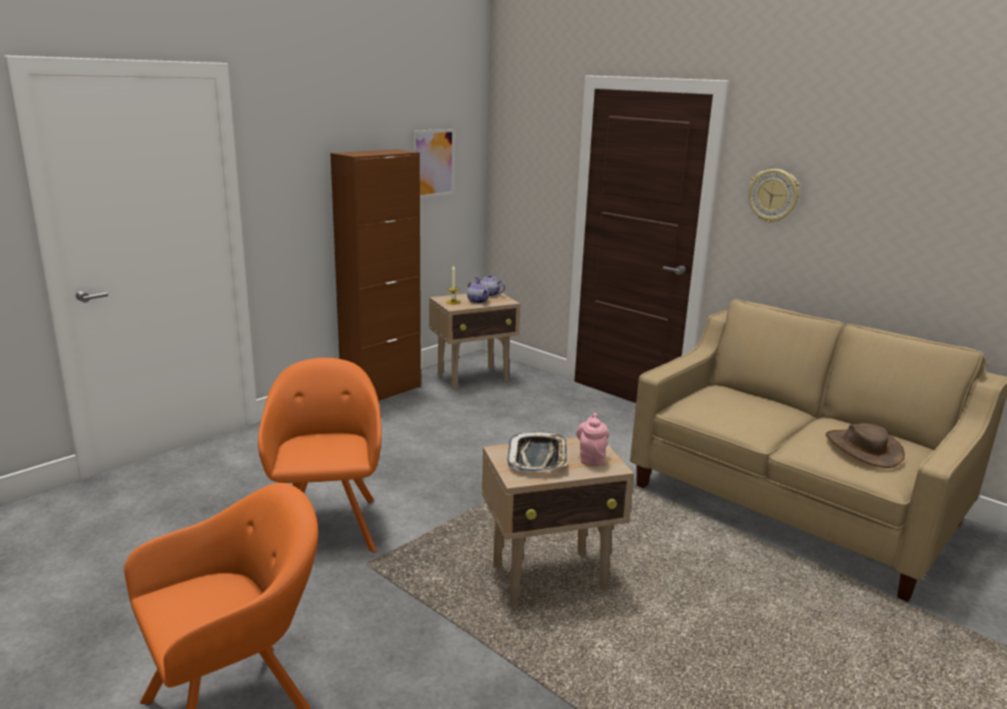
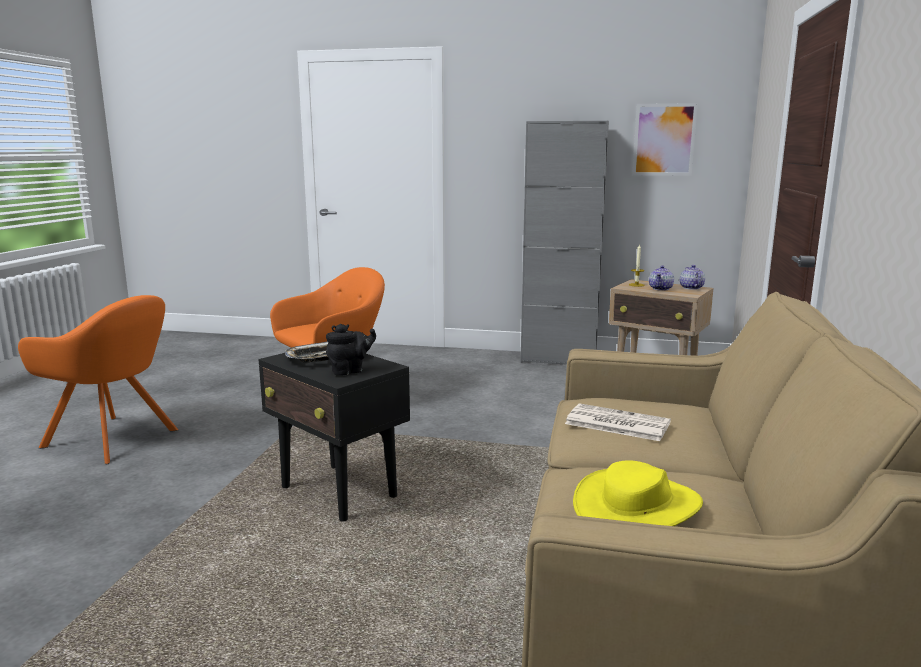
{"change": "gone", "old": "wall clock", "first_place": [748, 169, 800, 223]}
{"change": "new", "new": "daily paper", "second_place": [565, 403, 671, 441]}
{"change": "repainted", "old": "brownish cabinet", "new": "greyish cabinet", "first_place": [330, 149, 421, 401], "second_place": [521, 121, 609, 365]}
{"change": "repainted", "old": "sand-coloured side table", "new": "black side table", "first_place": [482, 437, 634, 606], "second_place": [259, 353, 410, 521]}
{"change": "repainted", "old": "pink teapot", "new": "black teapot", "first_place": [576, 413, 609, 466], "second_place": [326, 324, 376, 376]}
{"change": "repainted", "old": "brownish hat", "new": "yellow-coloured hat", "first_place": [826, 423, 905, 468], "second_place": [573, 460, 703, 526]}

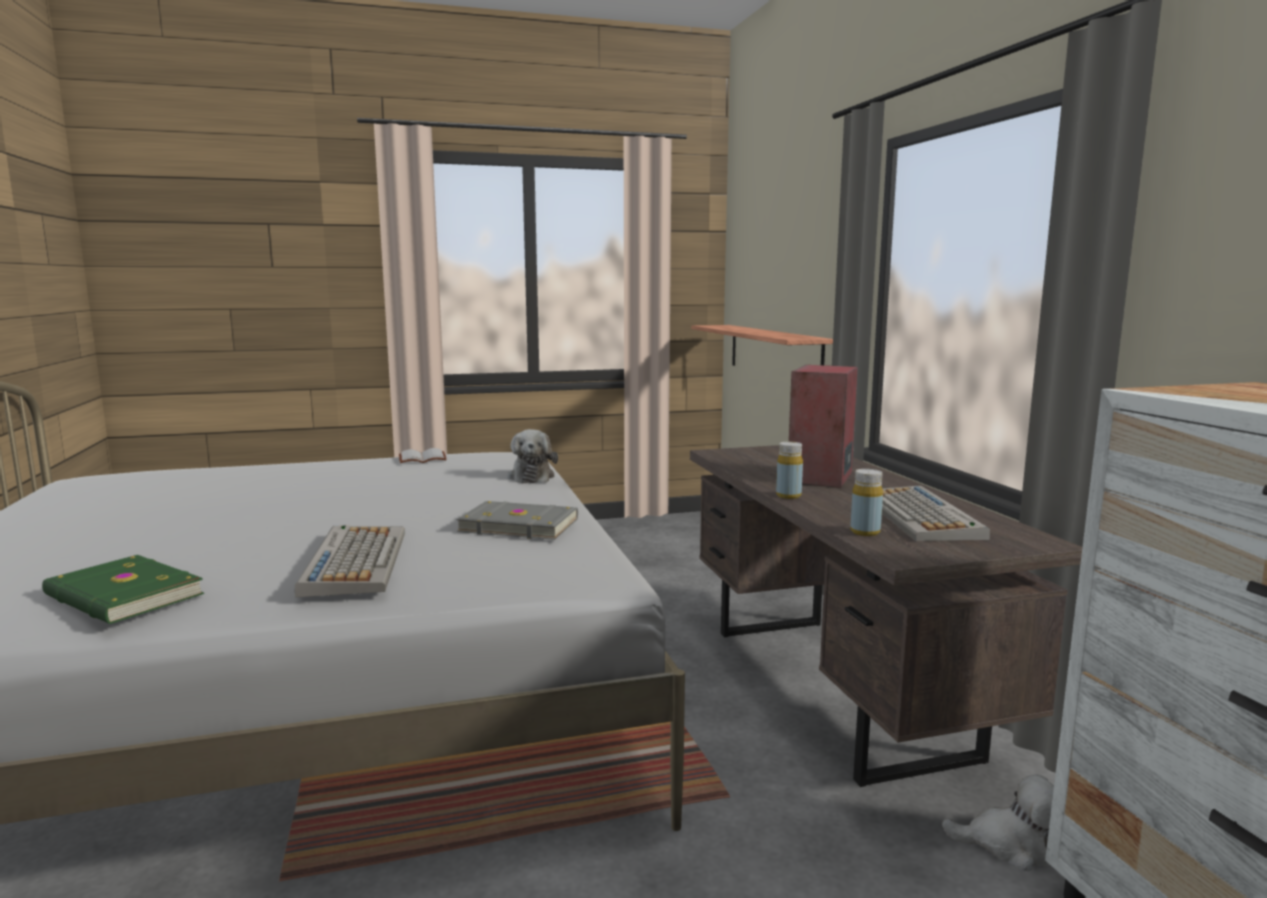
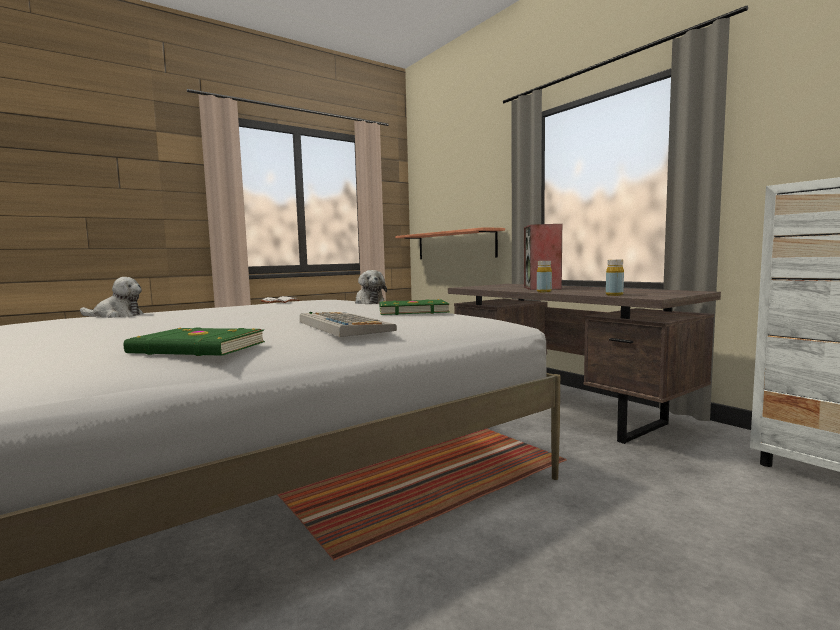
{"change": "gone", "old": "keyboard", "first_place": [882, 485, 990, 541]}
{"change": "shifted", "old": "plush toy", "first_place": [942, 774, 1054, 871], "second_place": [80, 277, 143, 318]}
{"change": "repainted", "old": "greyish volume", "new": "green volume", "first_place": [456, 501, 578, 540], "second_place": [379, 299, 450, 315]}

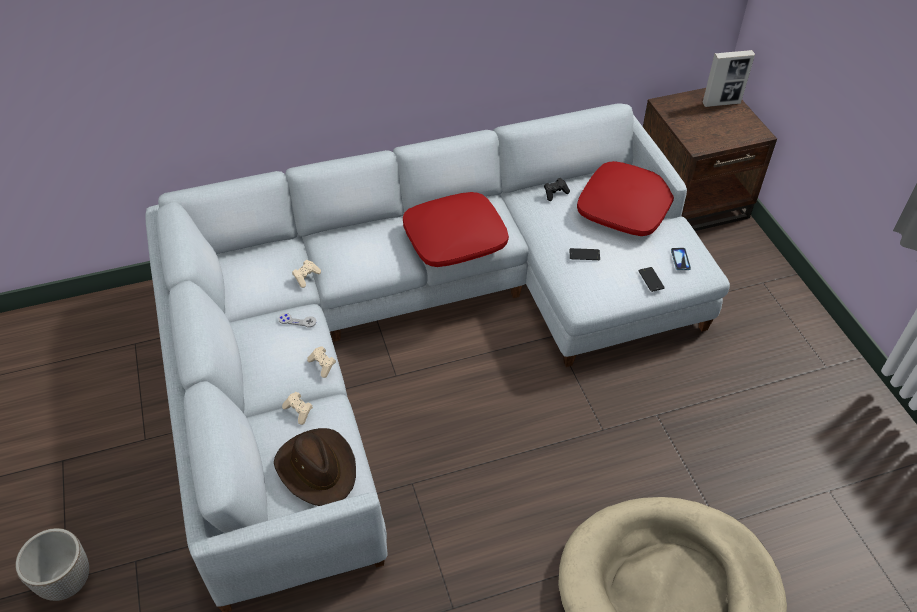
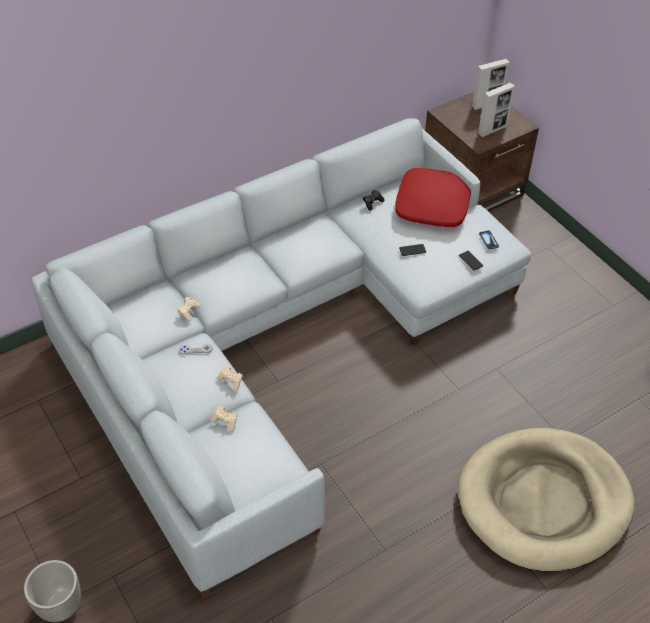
{"change": "gone", "old": "brownish hat", "first_place": [274, 428, 356, 506]}
{"change": "gone", "old": "red pillow", "first_place": [403, 192, 509, 267]}
{"change": "new", "new": "photo frame", "second_place": [478, 83, 515, 137]}

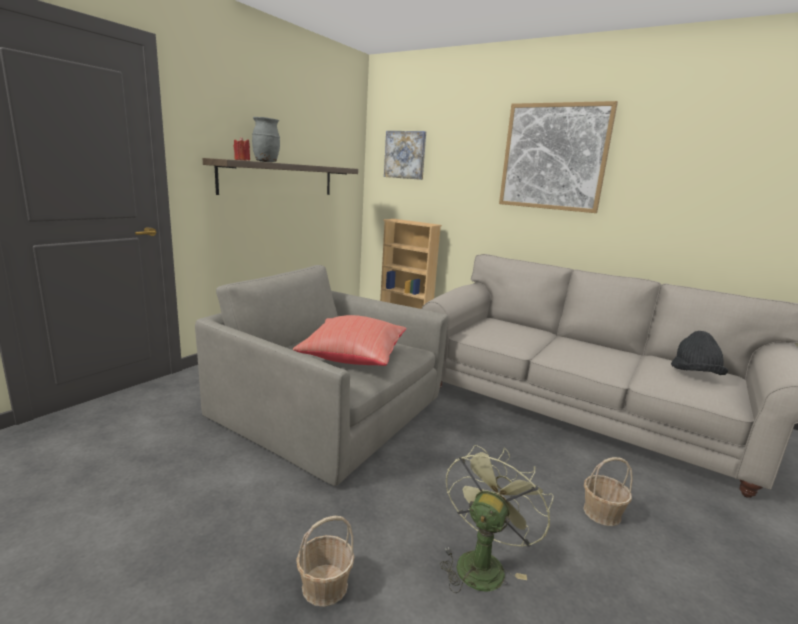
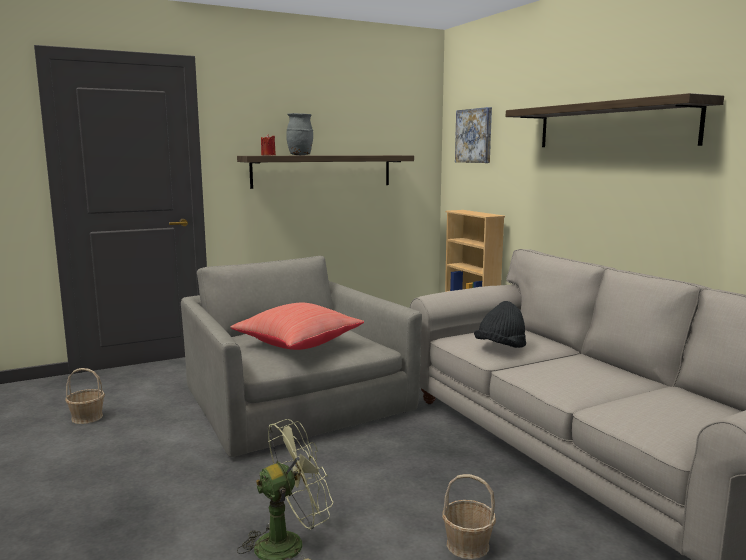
{"change": "shifted", "old": "storage basket", "first_place": [296, 516, 355, 607], "second_place": [65, 368, 105, 424]}
{"change": "shifted", "old": "black hat", "first_place": [671, 331, 728, 375], "second_place": [474, 301, 526, 348]}
{"change": "swapped", "old": "wall picture", "new": "wall shelf", "first_place": [499, 101, 618, 213], "second_place": [506, 93, 724, 147]}

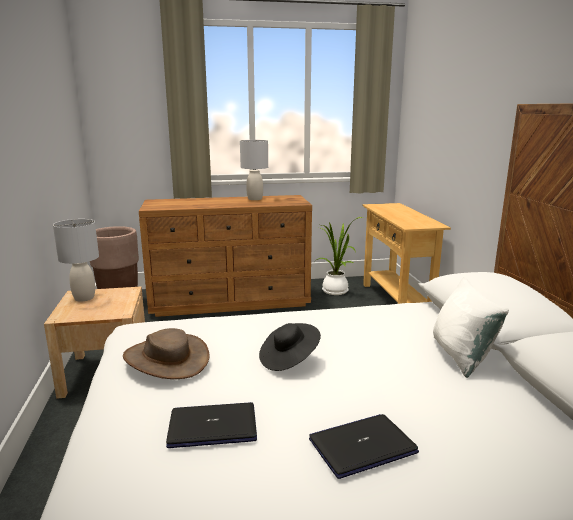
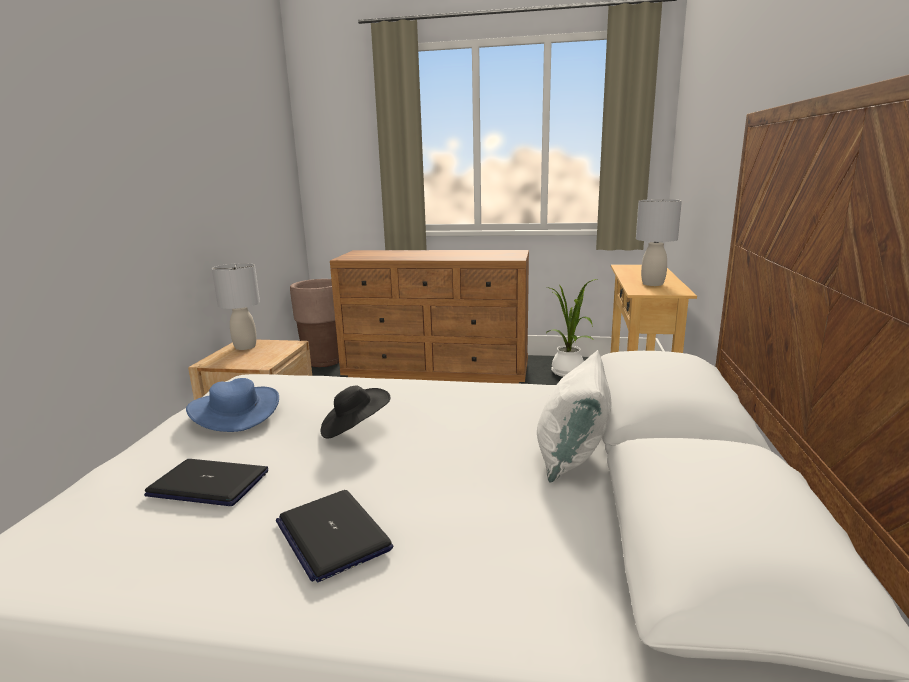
{"change": "shifted", "old": "greyish table lamp", "first_place": [240, 140, 268, 200], "second_place": [636, 199, 682, 286]}
{"change": "repainted", "old": "brownish hat", "new": "blue-coloured hat", "first_place": [123, 328, 210, 379], "second_place": [186, 378, 279, 432]}
{"change": "rotated", "old": "laptop", "first_place": [309, 414, 419, 479], "second_place": [275, 490, 393, 582], "degrees": -120}

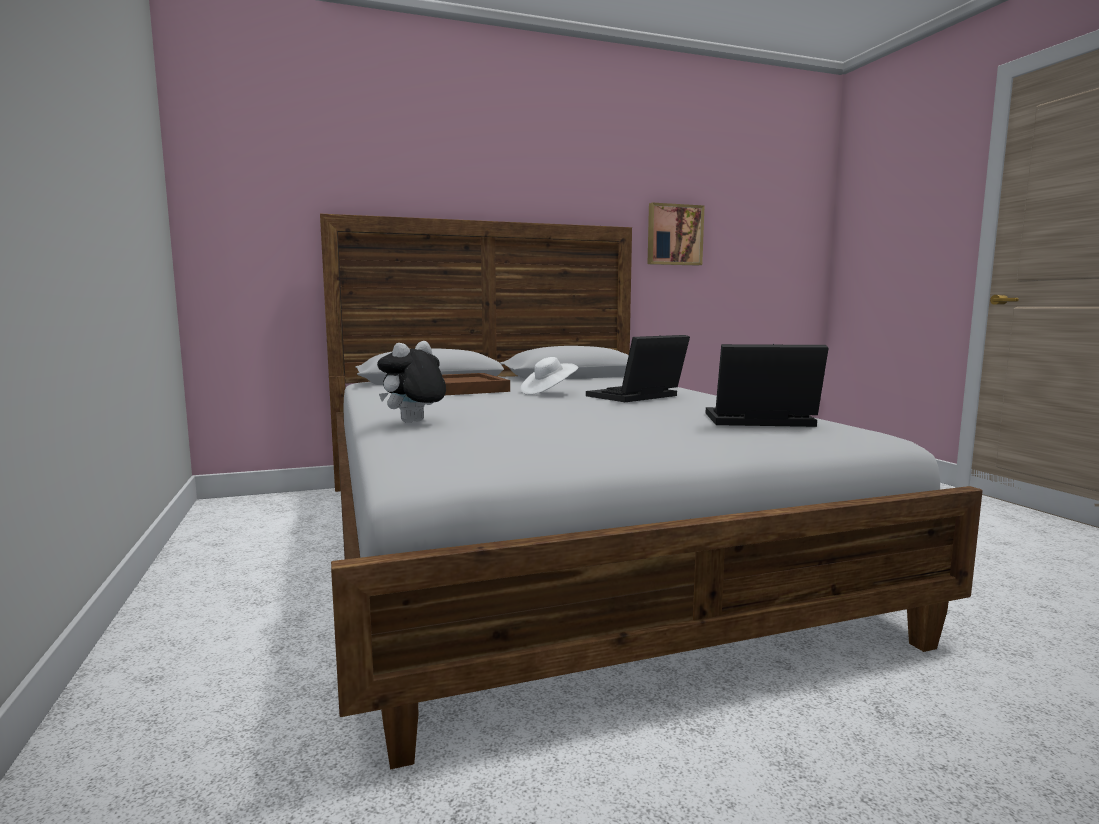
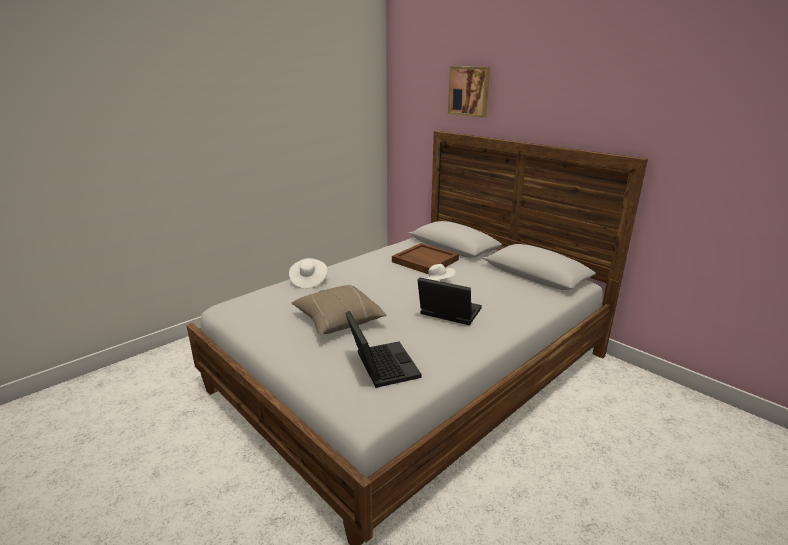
{"change": "new", "new": "sand-coloured pillow", "second_place": [291, 285, 386, 334]}
{"change": "shifted", "old": "wall picture", "first_place": [648, 203, 704, 266], "second_place": [448, 67, 490, 117]}
{"change": "swapped", "old": "plush toy", "new": "white hat", "first_place": [377, 341, 446, 423], "second_place": [289, 258, 327, 289]}

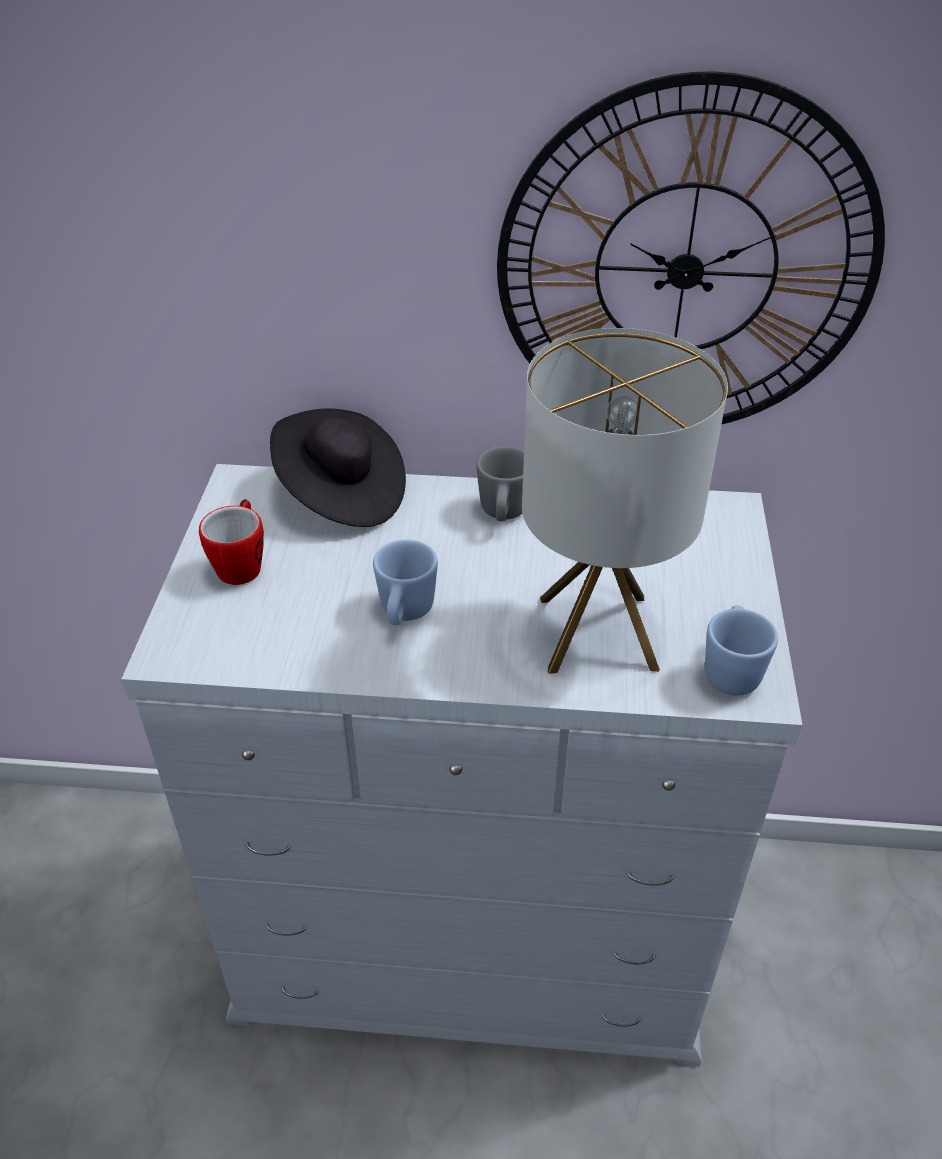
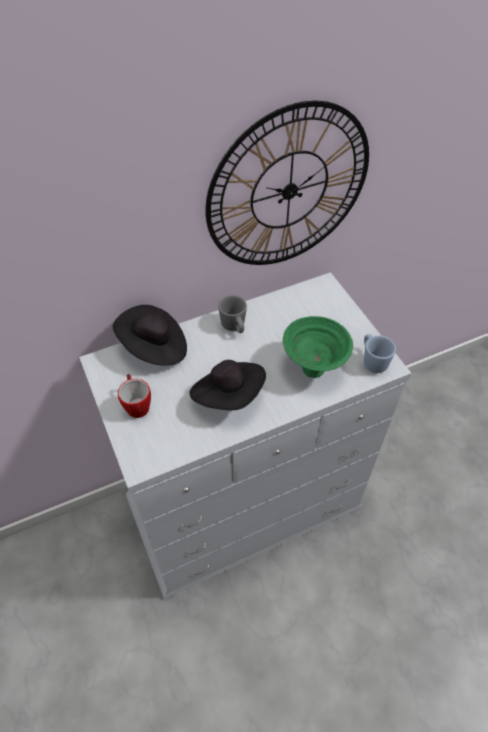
{"change": "swapped", "old": "blue-coloured coffee mug", "new": "black hat", "first_place": [373, 540, 438, 625], "second_place": [189, 360, 266, 410]}
{"change": "swapped", "old": "table lamp", "new": "green serving bowl", "first_place": [522, 328, 728, 674], "second_place": [283, 316, 353, 378]}

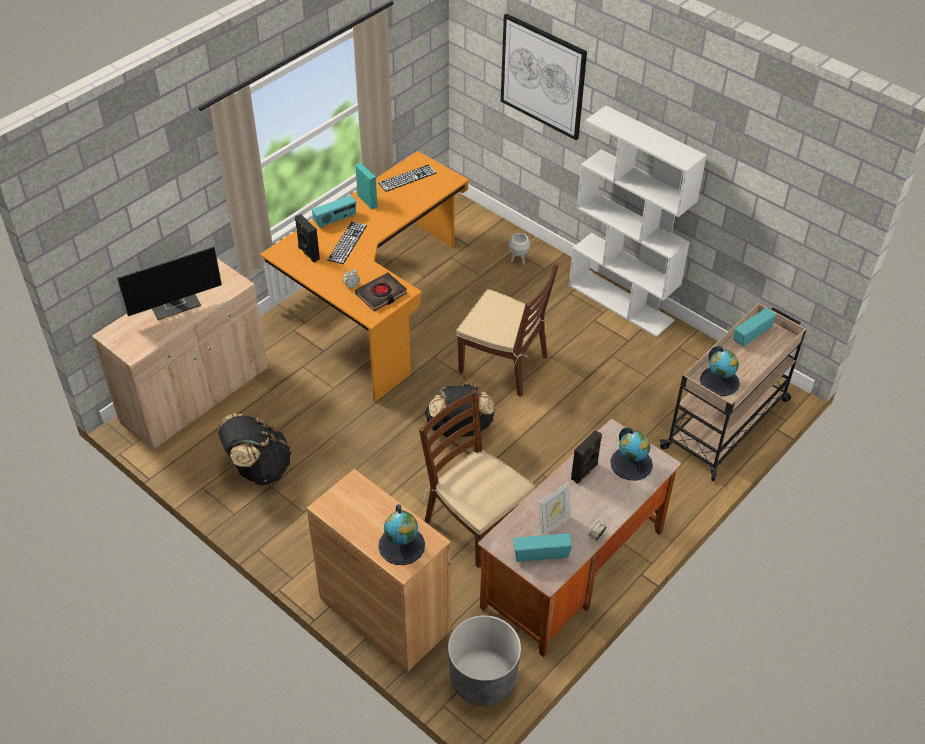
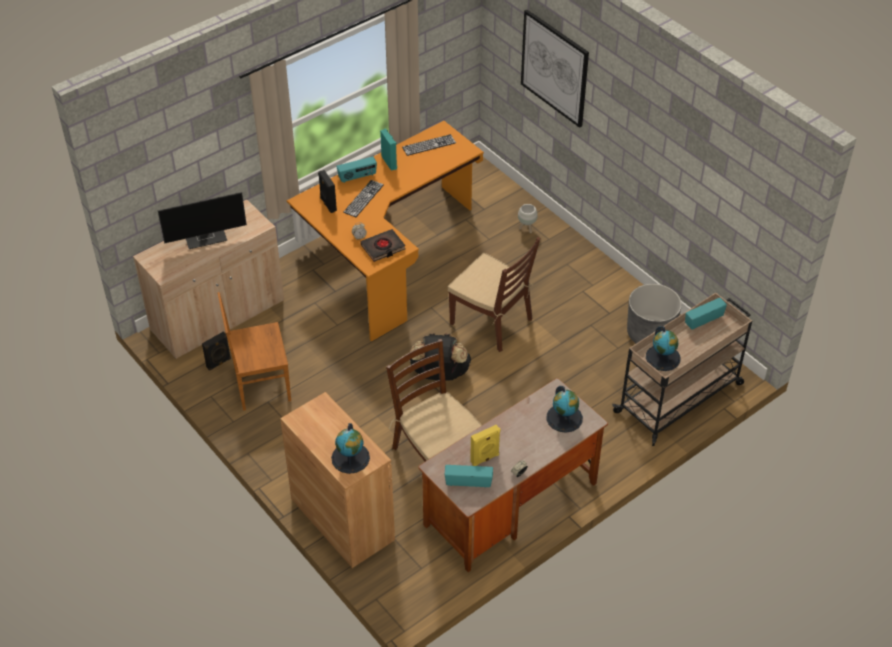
{"change": "gone", "old": "white bookcase", "first_place": [569, 105, 707, 337]}
{"change": "shifted", "old": "greyish planter", "first_place": [448, 615, 521, 706], "second_place": [627, 284, 682, 343]}
{"change": "shifted", "old": "black loudspeaker", "first_place": [571, 430, 602, 484], "second_place": [202, 332, 231, 371]}
{"change": "swapped", "old": "black rucksack", "new": "brownish plain chair", "first_place": [218, 413, 291, 485], "second_place": [218, 292, 291, 411]}
{"change": "swapped", "old": "photo frame", "new": "yellow-coloured loudspeaker", "first_place": [539, 482, 571, 535], "second_place": [470, 425, 500, 466]}

